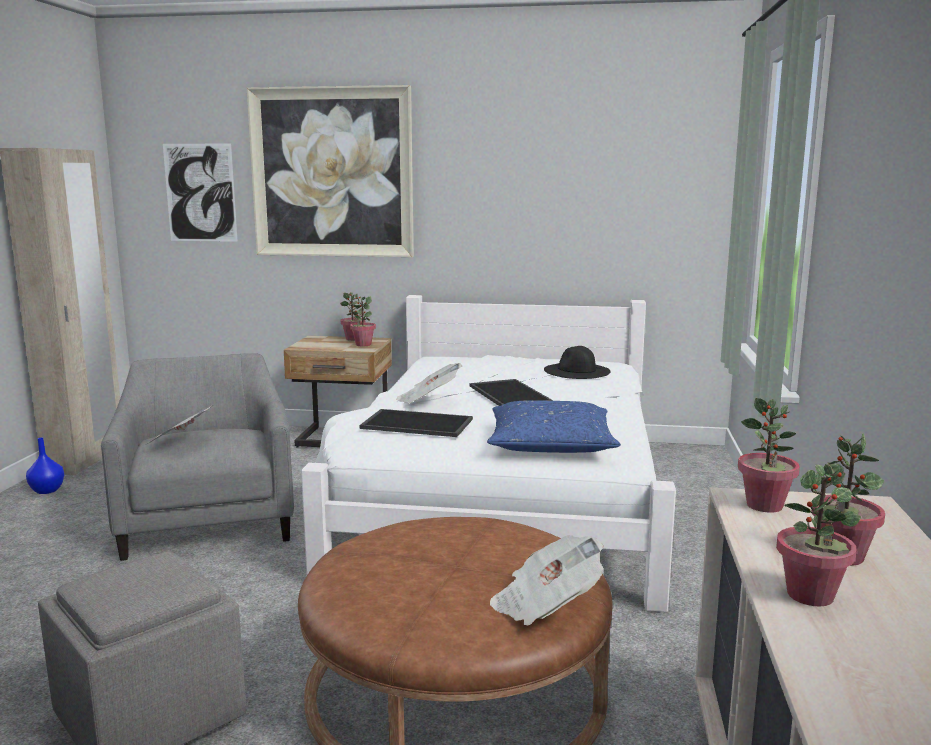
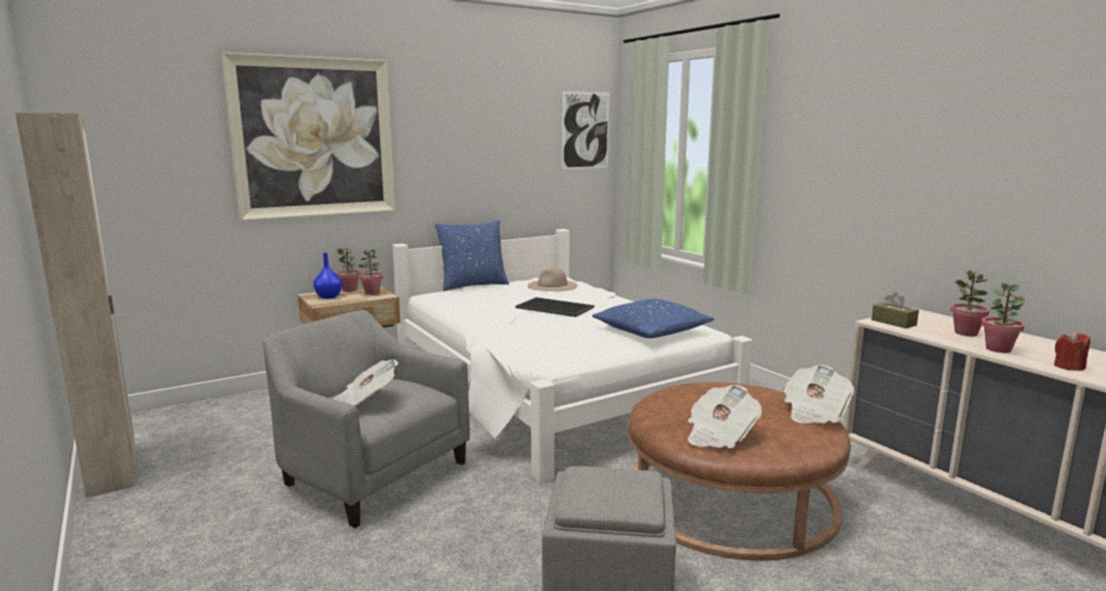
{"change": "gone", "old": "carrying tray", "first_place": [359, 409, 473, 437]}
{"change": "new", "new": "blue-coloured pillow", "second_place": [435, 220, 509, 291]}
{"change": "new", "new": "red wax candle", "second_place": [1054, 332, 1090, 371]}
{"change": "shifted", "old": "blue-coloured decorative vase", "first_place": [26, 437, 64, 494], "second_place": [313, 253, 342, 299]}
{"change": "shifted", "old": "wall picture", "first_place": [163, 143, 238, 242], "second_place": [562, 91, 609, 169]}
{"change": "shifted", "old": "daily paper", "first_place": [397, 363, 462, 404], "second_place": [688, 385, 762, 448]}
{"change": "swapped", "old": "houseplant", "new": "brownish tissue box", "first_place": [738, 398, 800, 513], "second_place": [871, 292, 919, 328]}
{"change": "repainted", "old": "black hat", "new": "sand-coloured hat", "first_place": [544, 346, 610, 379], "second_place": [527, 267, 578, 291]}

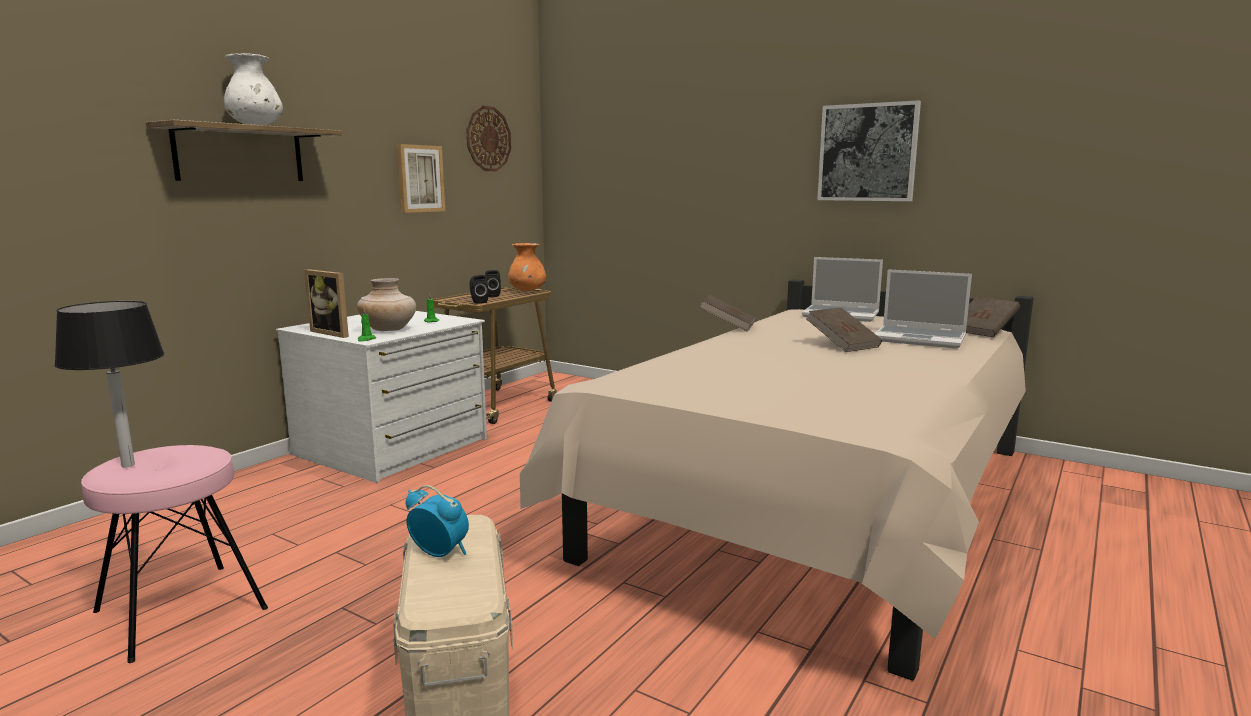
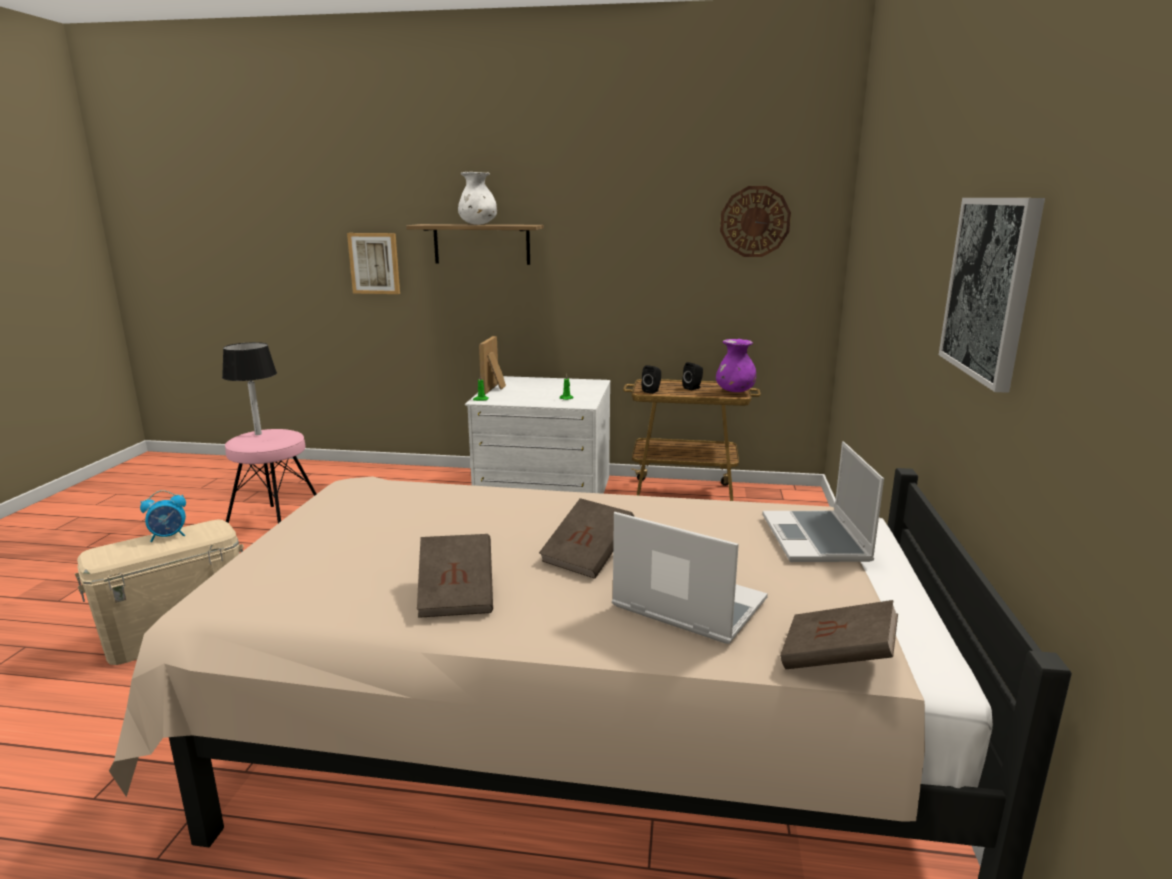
{"change": "gone", "old": "sand-coloured decorative vase", "first_place": [357, 278, 416, 331]}
{"change": "shifted", "old": "wall picture", "first_place": [397, 144, 445, 213], "second_place": [347, 233, 400, 294]}
{"change": "shifted", "old": "brownish volume", "first_place": [699, 295, 756, 332], "second_place": [417, 534, 493, 618]}
{"change": "repainted", "old": "orange decorative vase", "new": "purple-coloured decorative vase", "first_place": [508, 243, 546, 291], "second_place": [716, 339, 756, 392]}
{"change": "rotated", "old": "table clock", "first_place": [406, 485, 469, 557], "second_place": [140, 490, 186, 542], "degrees": 60}
{"change": "rotated", "old": "laptop", "first_place": [875, 269, 972, 349], "second_place": [612, 512, 768, 644], "degrees": 120}

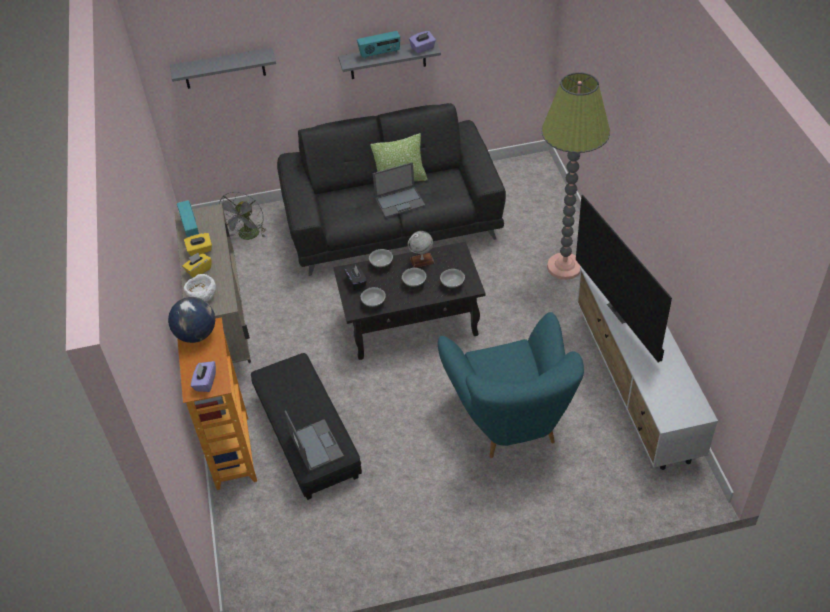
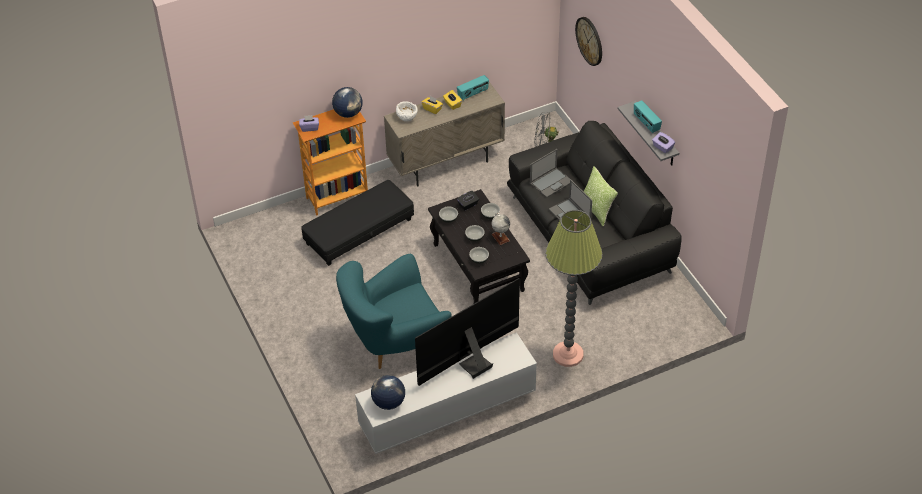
{"change": "new", "new": "world globe", "second_place": [371, 375, 405, 410]}
{"change": "shifted", "old": "laptop", "first_place": [285, 411, 344, 471], "second_place": [530, 149, 571, 198]}
{"change": "swapped", "old": "greyish wall shelf", "new": "wall clock", "first_place": [170, 48, 276, 89], "second_place": [575, 17, 602, 66]}

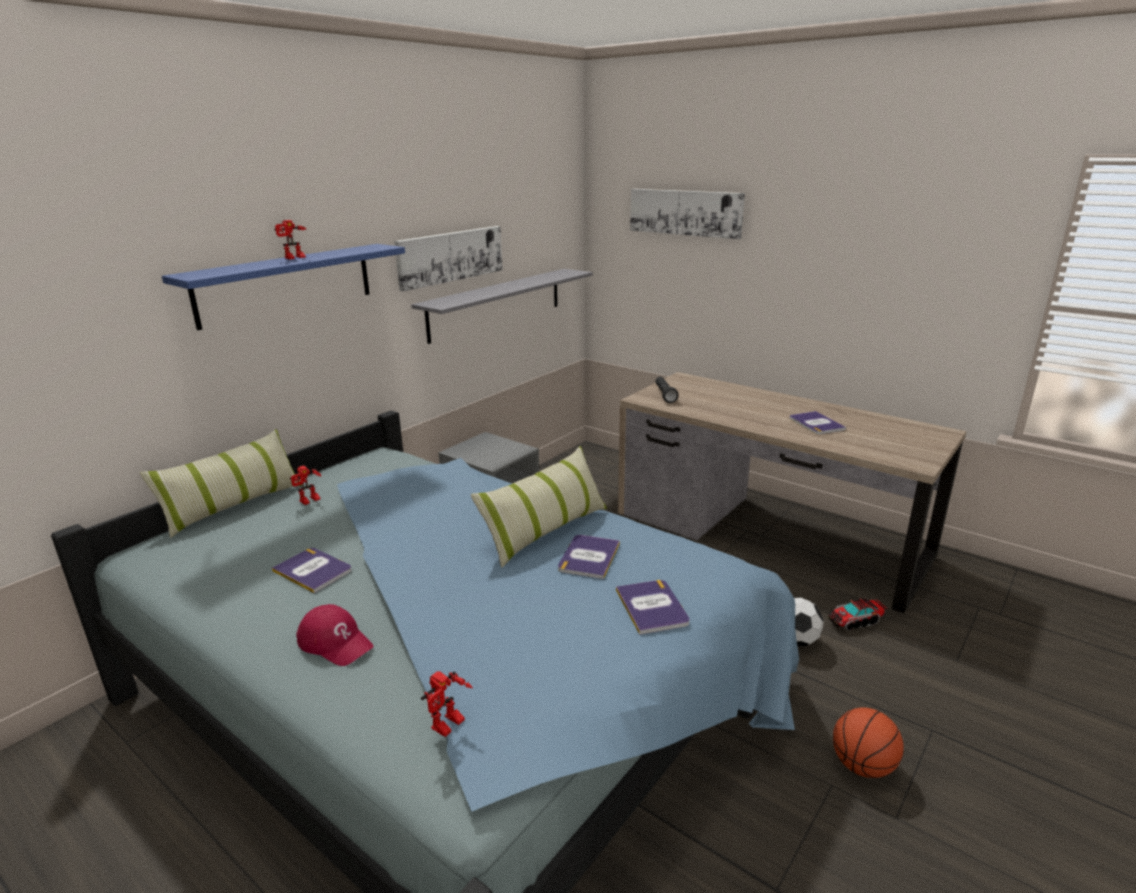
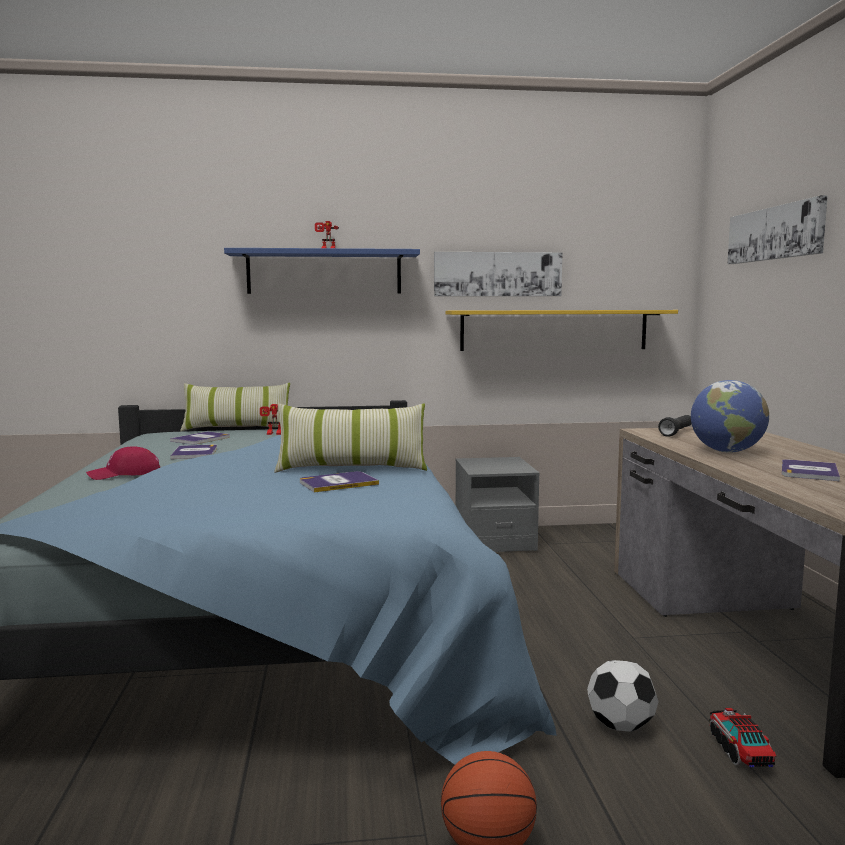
{"change": "gone", "old": "toy robot", "first_place": [421, 671, 473, 737]}
{"change": "new", "new": "world globe", "second_place": [691, 380, 769, 453]}
{"change": "shifted", "old": "volume", "first_place": [616, 580, 690, 635], "second_place": [170, 431, 230, 444]}
{"change": "repainted", "old": "greyish wall shelf", "new": "yellow-coloured wall shelf", "first_place": [411, 269, 593, 344], "second_place": [446, 310, 678, 351]}
{"change": "rotated", "old": "red baseball cap", "first_place": [296, 604, 373, 666], "second_place": [86, 446, 160, 480], "degrees": 75}
{"change": "rotated", "old": "model truck", "first_place": [828, 598, 887, 630], "second_place": [709, 708, 776, 768], "degrees": 60}

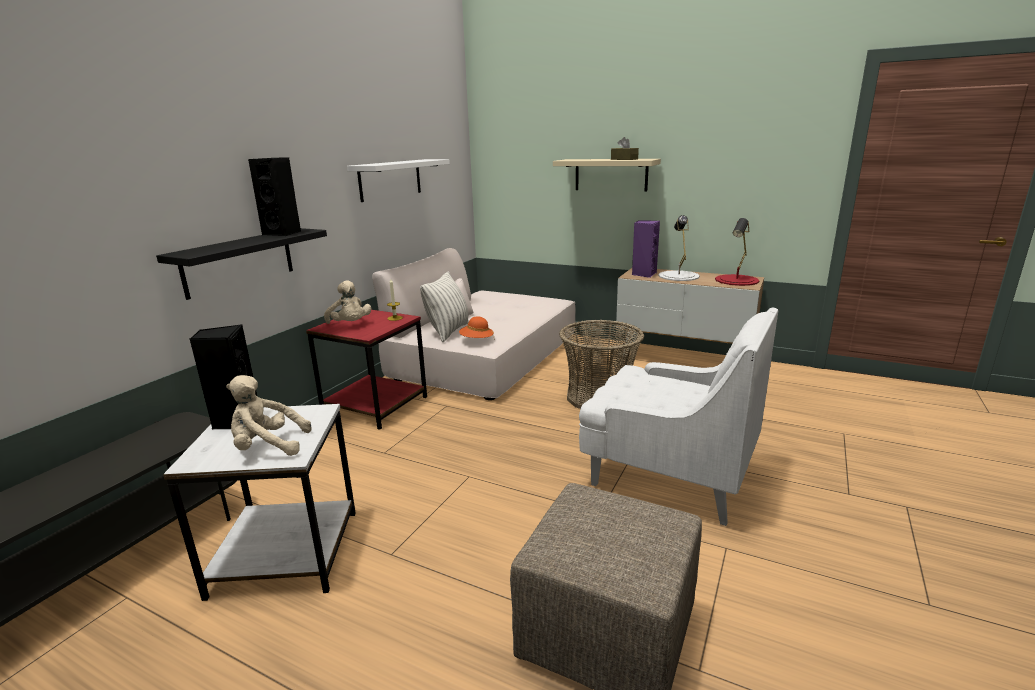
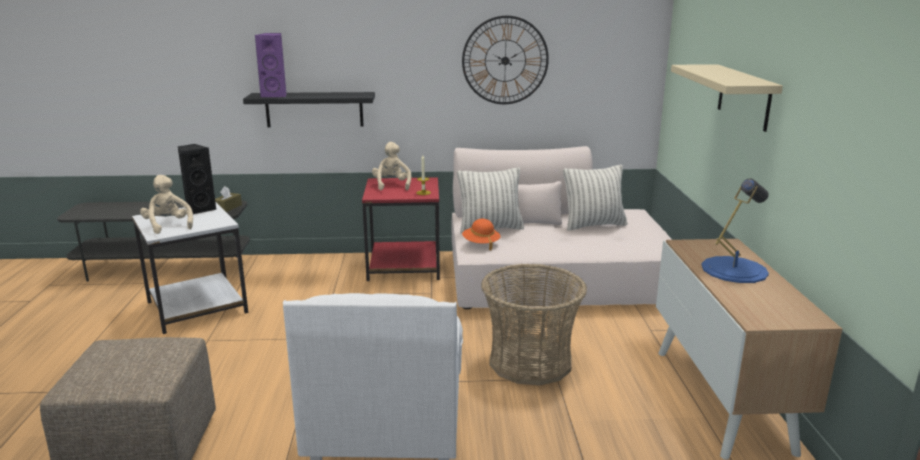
{"change": "gone", "old": "black loudspeaker", "first_place": [248, 157, 301, 236]}
{"change": "gone", "old": "red table lamp", "first_place": [715, 218, 759, 286]}
{"change": "new", "new": "pillow", "second_place": [563, 165, 627, 231]}
{"change": "shifted", "old": "brownish tissue box", "first_place": [611, 137, 639, 160], "second_place": [215, 186, 242, 212]}
{"change": "shifted", "old": "purple-coloured loudspeaker", "first_place": [632, 220, 660, 278], "second_place": [255, 33, 286, 97]}
{"change": "swapped", "old": "white wall shelf", "new": "wall clock", "first_place": [347, 159, 450, 202], "second_place": [462, 16, 549, 104]}
{"change": "repainted", "old": "white table lamp", "new": "blue-coloured table lamp", "first_place": [658, 215, 700, 281], "second_place": [701, 178, 769, 283]}
{"change": "rotated", "old": "sand-coloured plush toy", "first_place": [324, 280, 371, 324], "second_place": [372, 142, 411, 190], "degrees": 150}

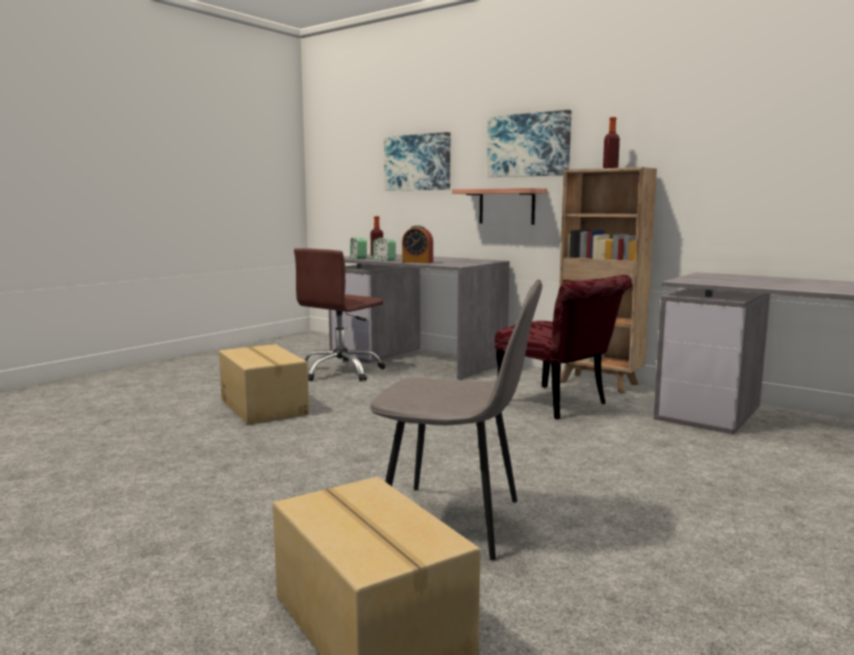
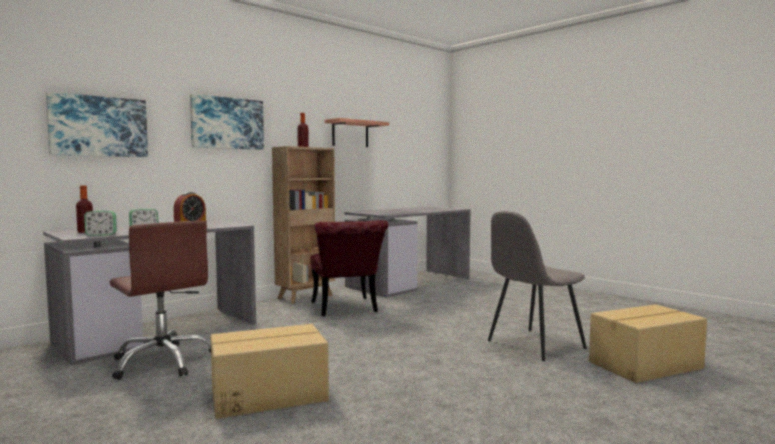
{"change": "shifted", "old": "wall shelf", "first_place": [452, 188, 547, 225], "second_place": [325, 118, 389, 147]}
{"change": "rotated", "old": "greyish plain chair", "first_place": [370, 280, 542, 560], "second_place": [488, 211, 587, 361], "degrees": -150}
{"change": "rotated", "old": "red plain chair", "first_place": [495, 275, 632, 420], "second_place": [310, 220, 388, 316], "degrees": 105}

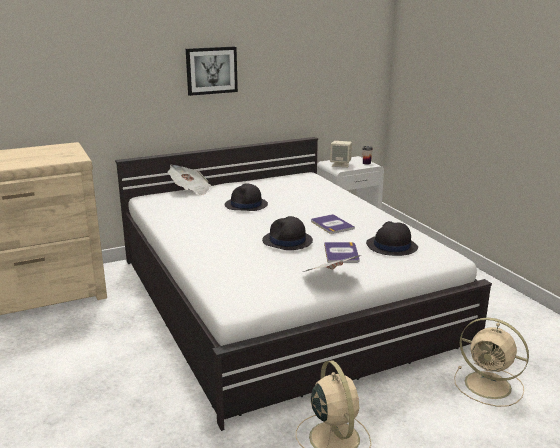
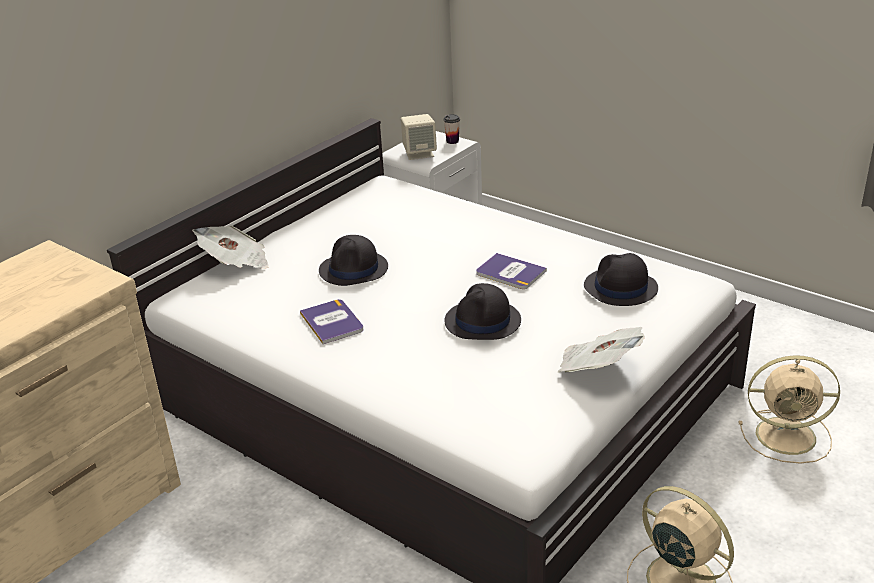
{"change": "gone", "old": "wall picture", "first_place": [186, 46, 238, 96]}
{"change": "shifted", "old": "volume", "first_place": [324, 242, 360, 263], "second_place": [300, 299, 364, 344]}

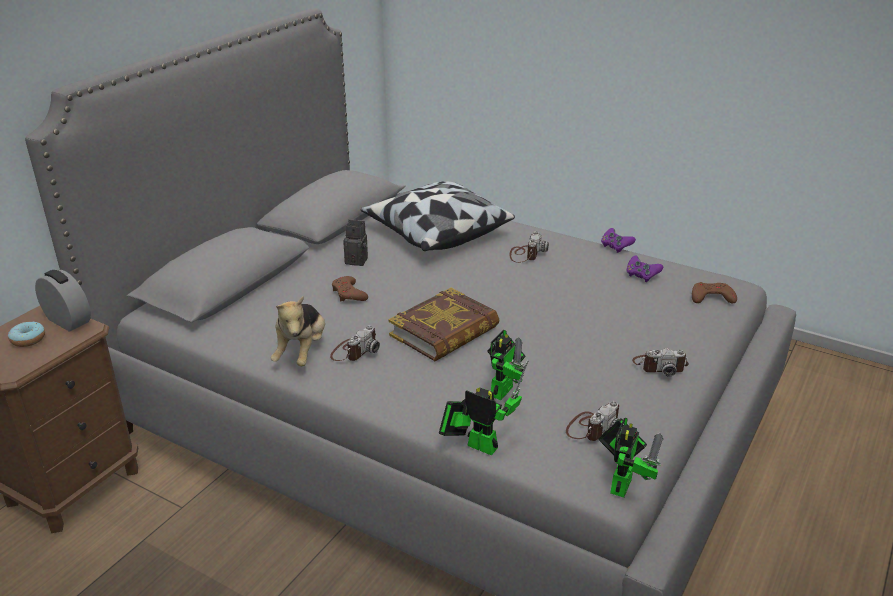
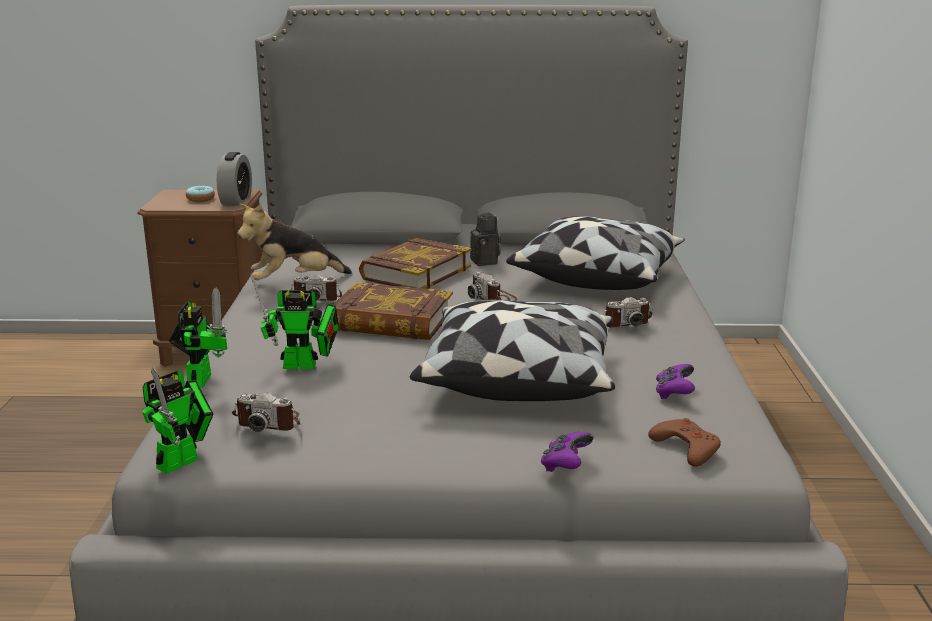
{"change": "new", "new": "pillow", "second_place": [410, 300, 615, 401]}
{"change": "shifted", "old": "purple-coloured gamepad", "first_place": [601, 228, 636, 253], "second_place": [541, 432, 594, 472]}
{"change": "shifted", "old": "photo camera", "first_place": [632, 348, 689, 377], "second_place": [468, 272, 518, 301]}
{"change": "swapped", "old": "brownish gamepad", "new": "volume", "first_place": [332, 276, 368, 301], "second_place": [359, 238, 471, 289]}
{"change": "rotated", "old": "toy robot", "first_place": [599, 418, 663, 497], "second_place": [143, 367, 213, 474], "degrees": -45}

